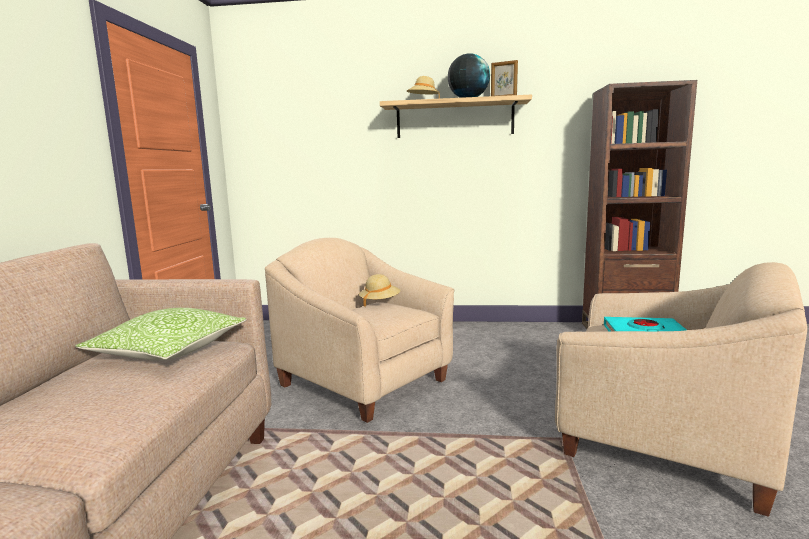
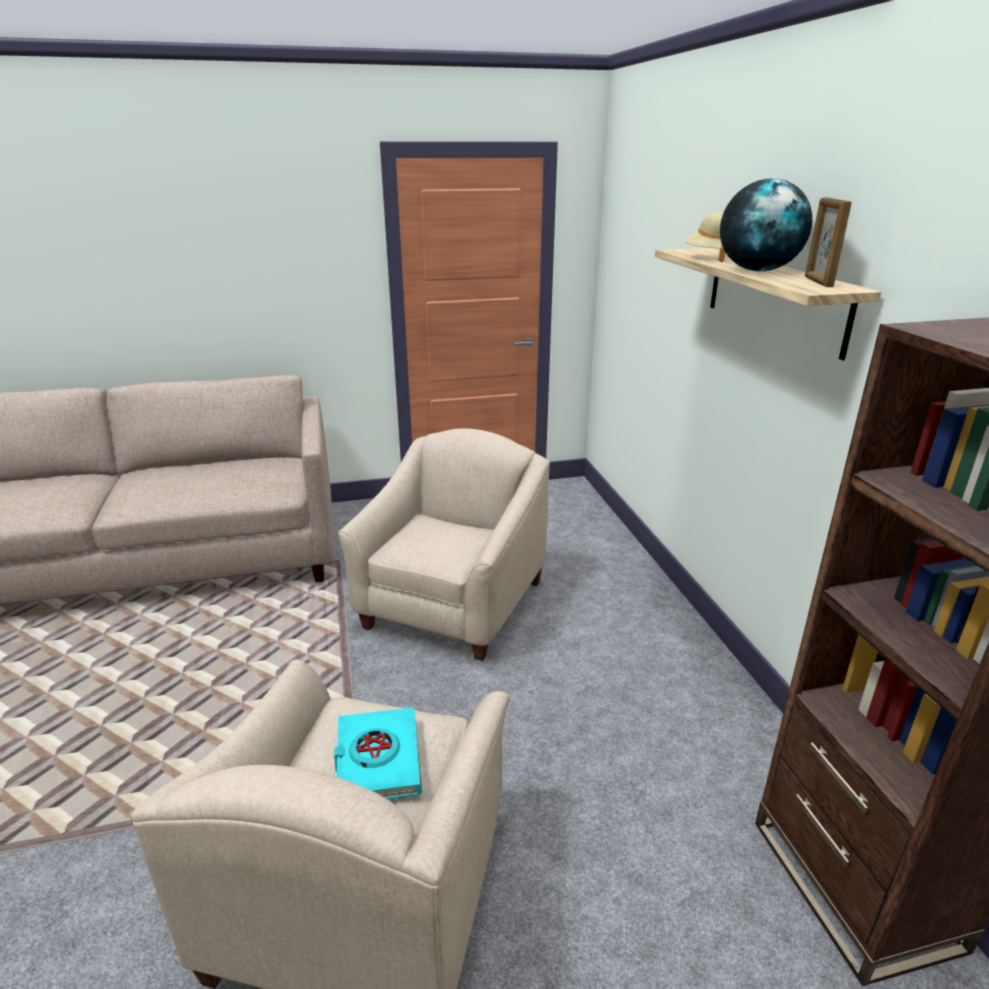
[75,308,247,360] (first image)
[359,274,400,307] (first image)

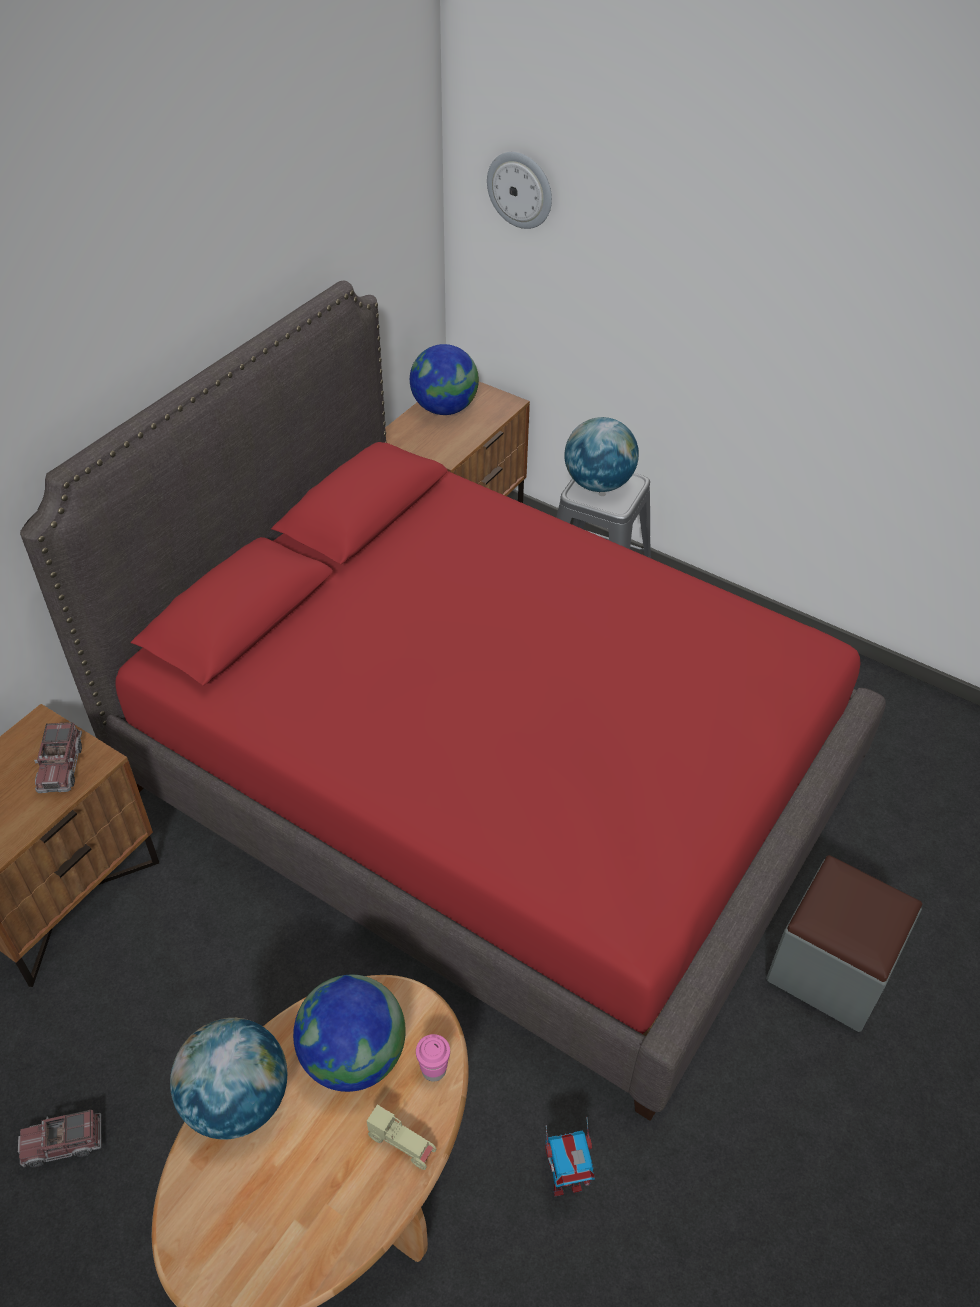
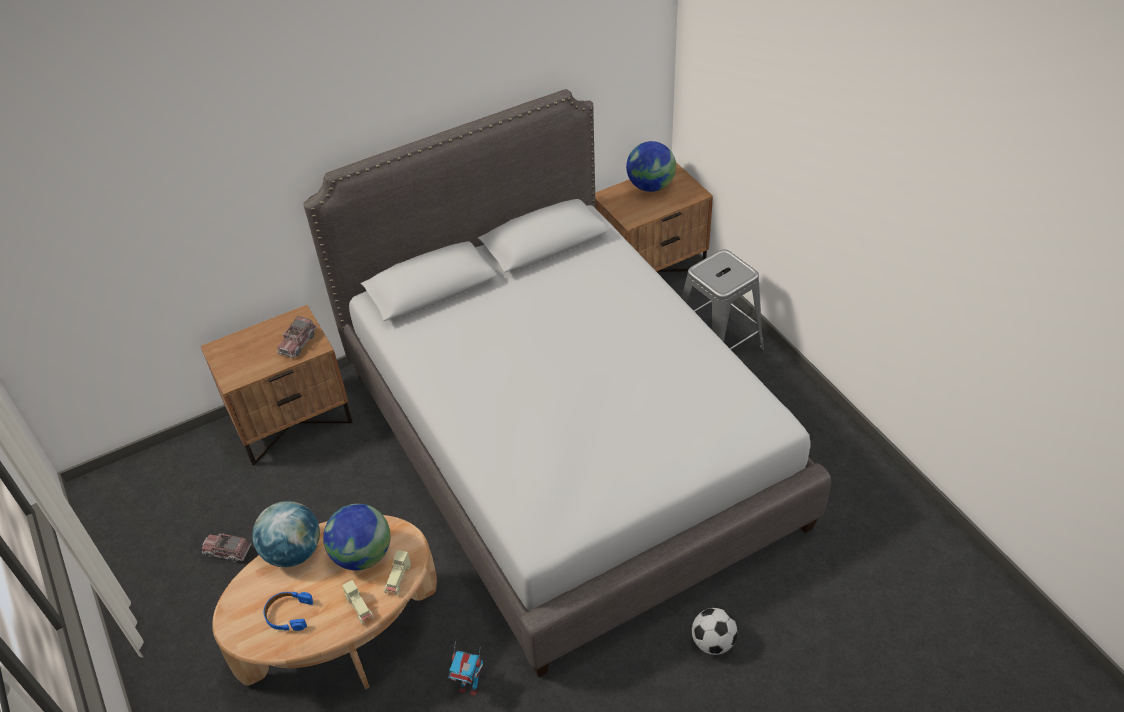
[264,592,313,631]
[303,89,831,677]
[384,550,411,595]
[692,608,737,655]
[487,152,552,229] (first image)
[564,417,639,492] (first image)

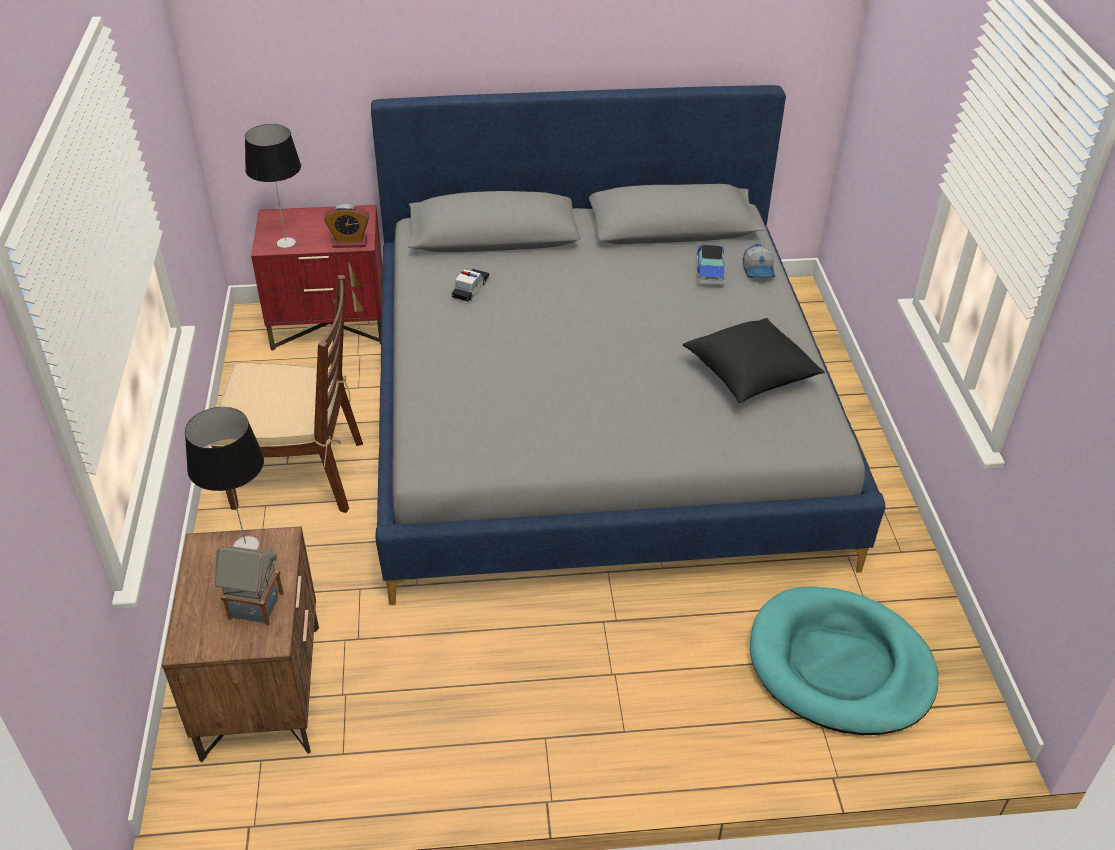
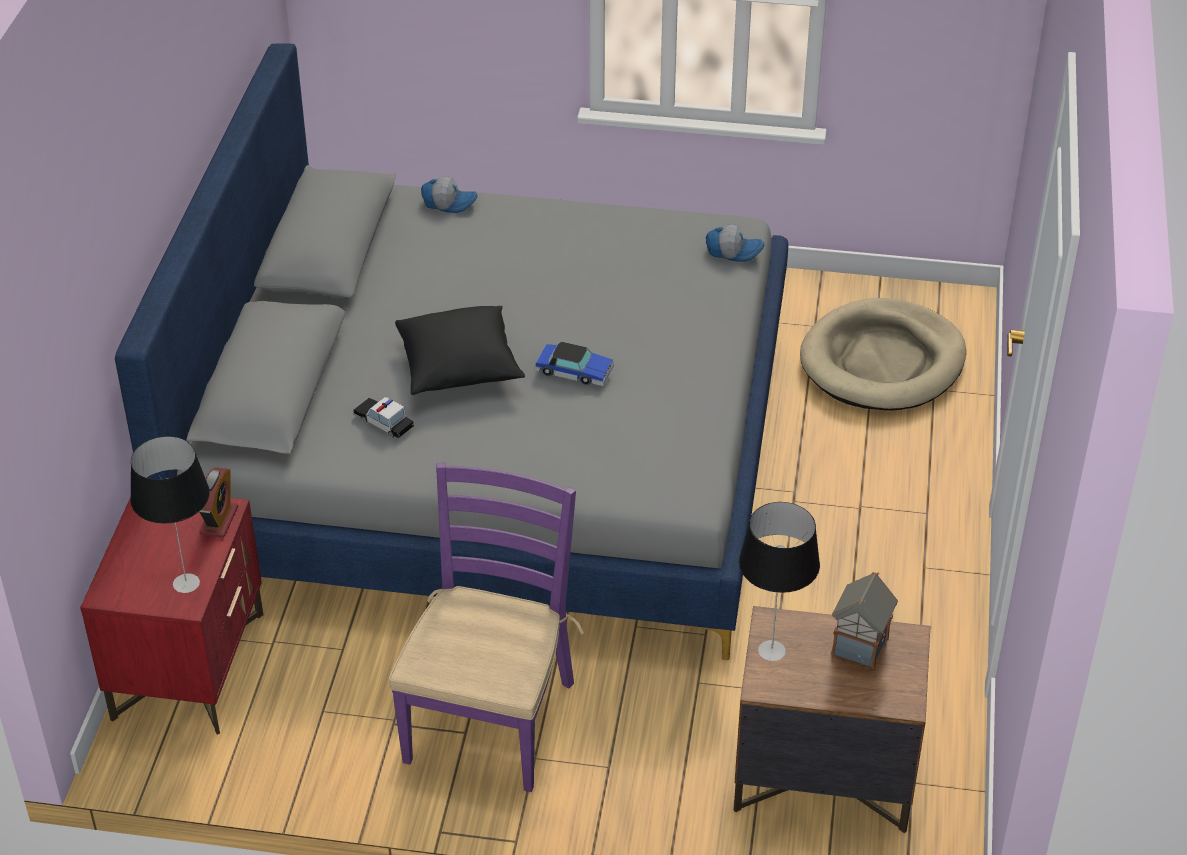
[389,463,584,792]
[395,306,525,395]
[535,342,614,386]
[706,224,764,262]
[800,298,966,411]

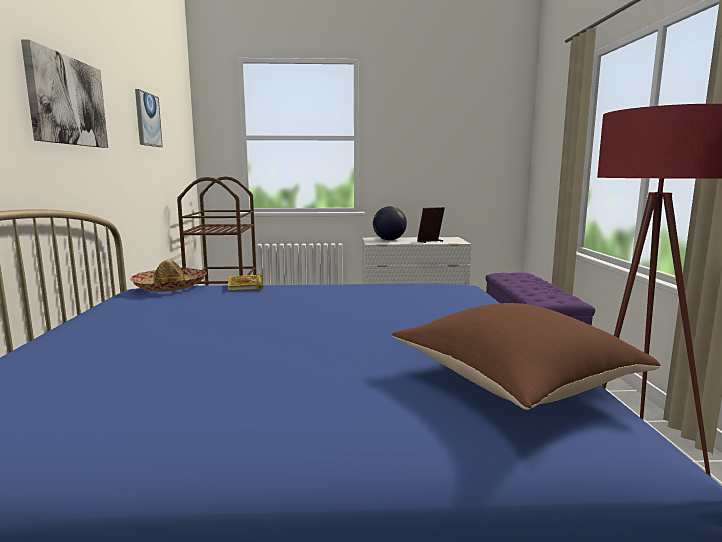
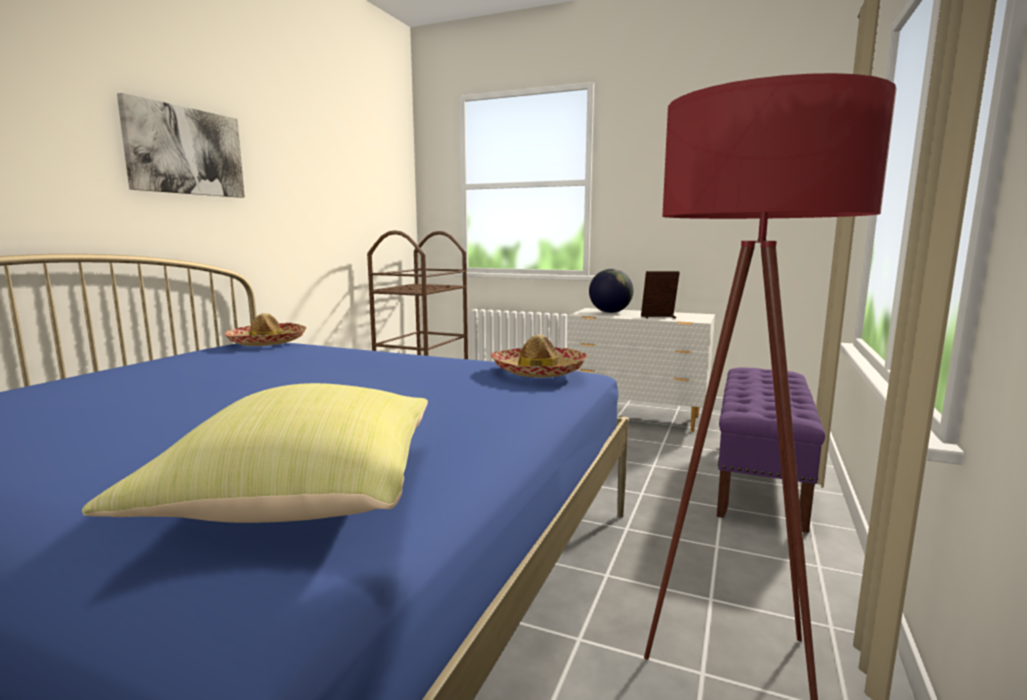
[82,383,428,523]
[490,334,588,378]
[135,89,163,147] (first image)
[228,274,264,290] (first image)

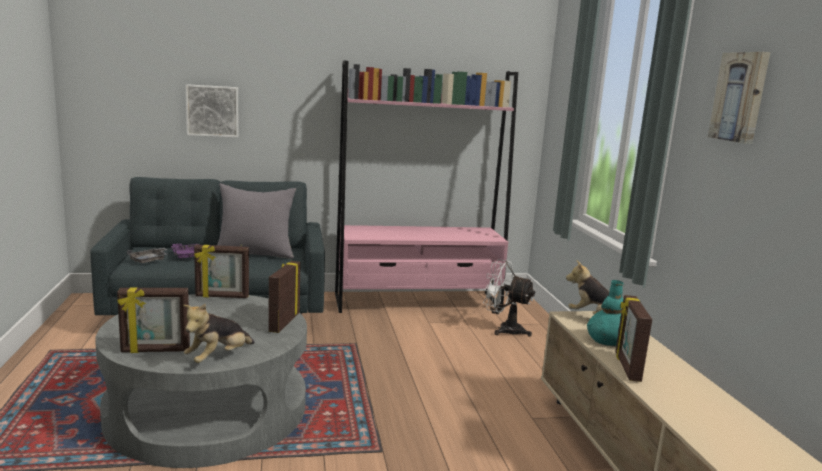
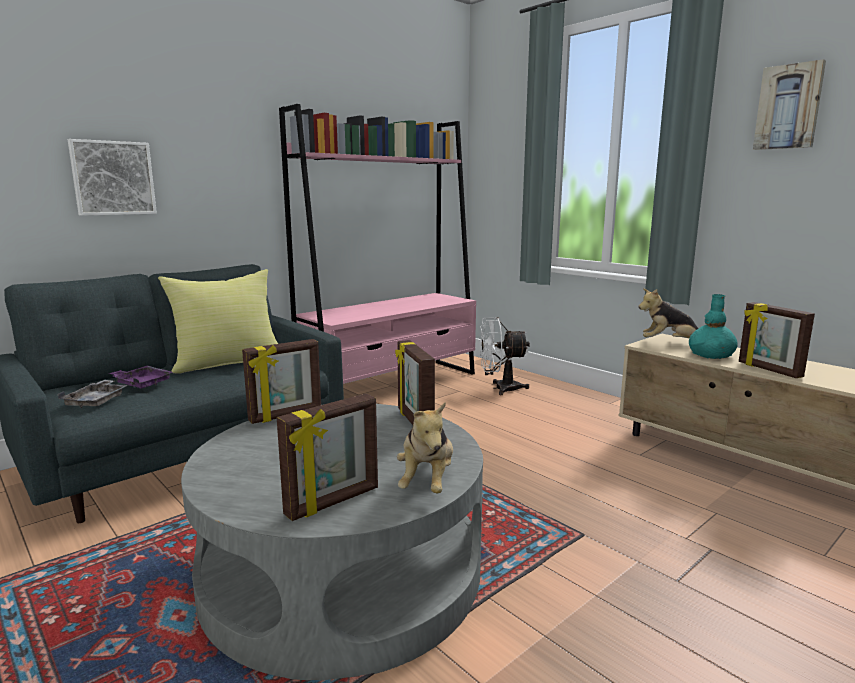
[158,269,278,373]

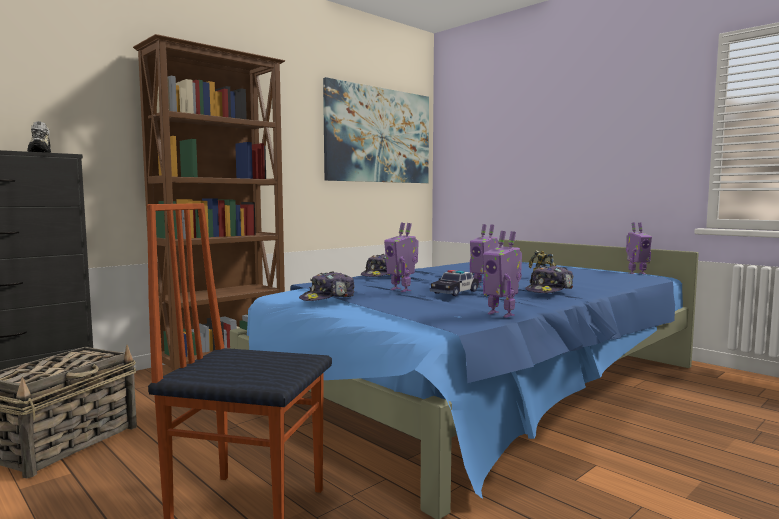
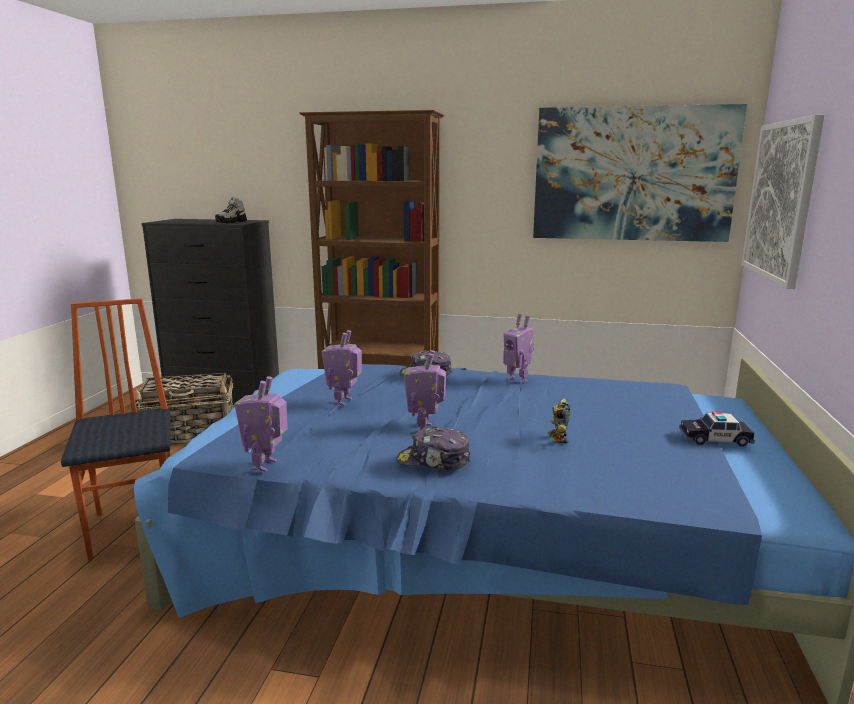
[503,314,535,383]
[679,411,755,447]
[741,115,825,289]
[299,272,355,301] (first image)

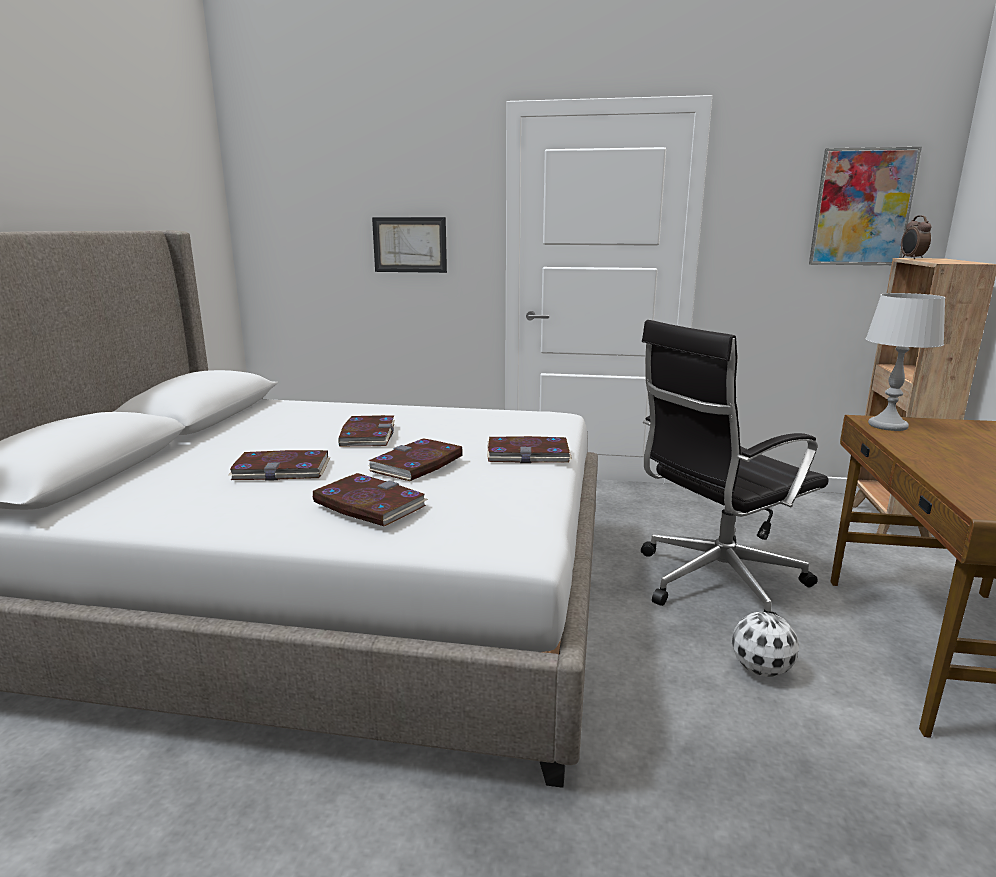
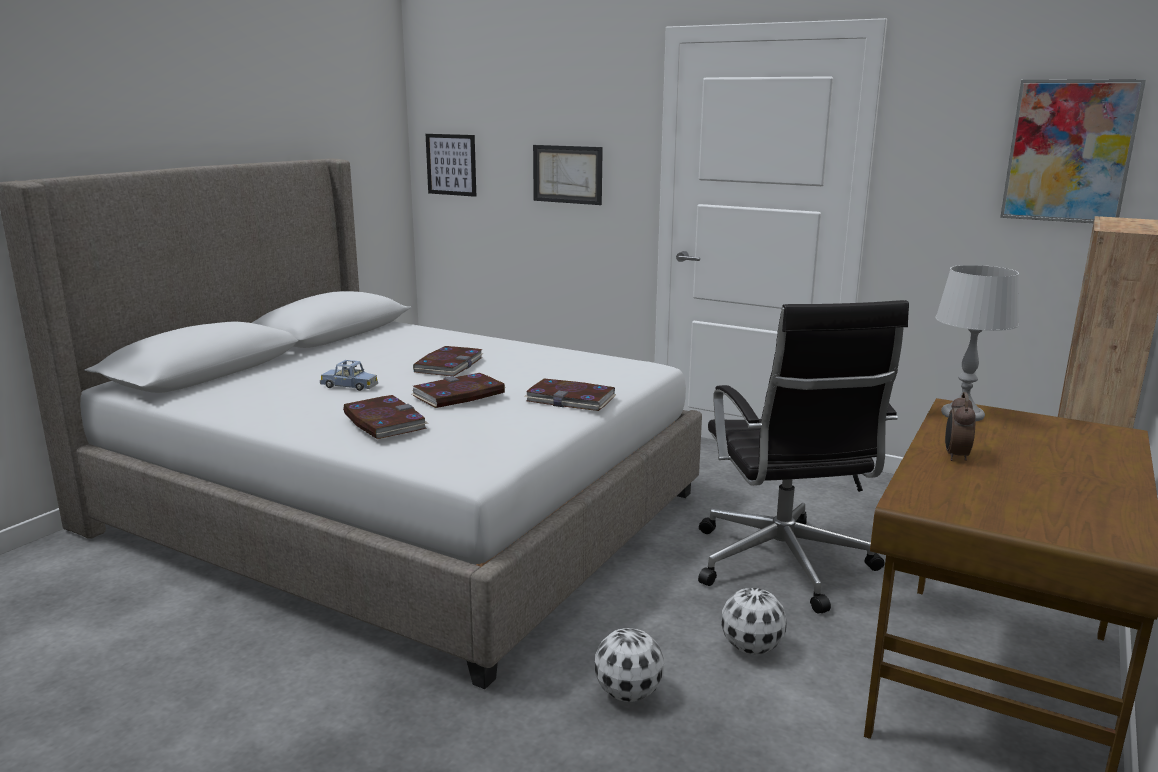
[320,360,378,391]
[426,134,476,197]
[595,628,664,702]
[698,300,909,614]
[945,392,975,461]

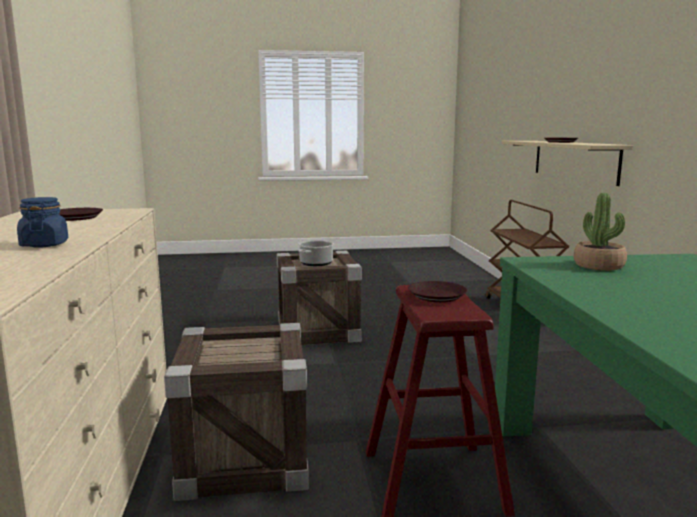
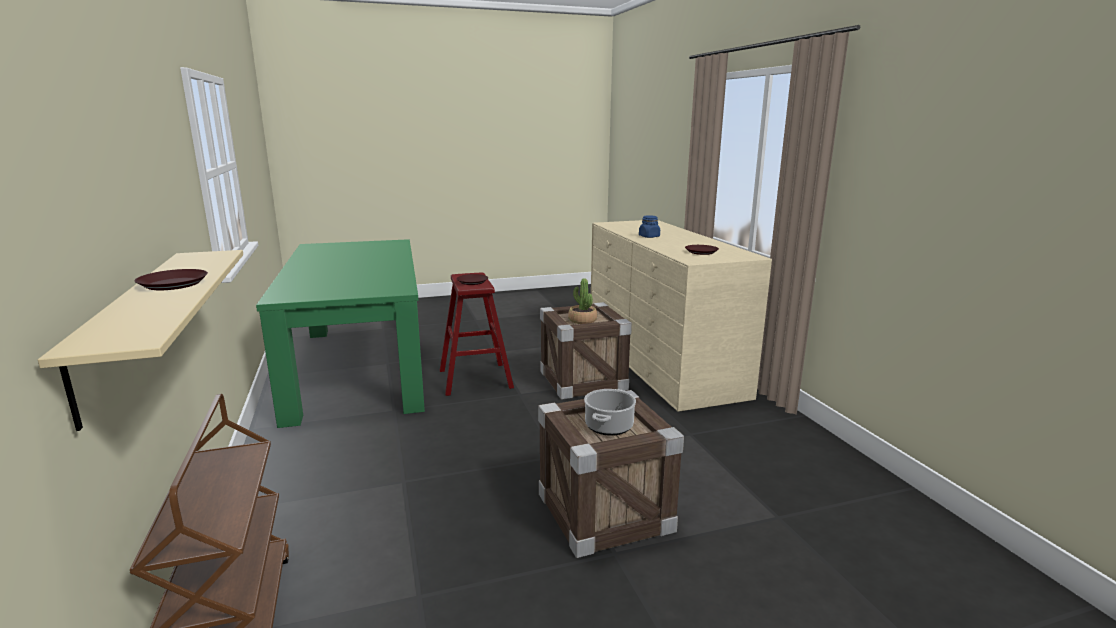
[568,278,597,324]

